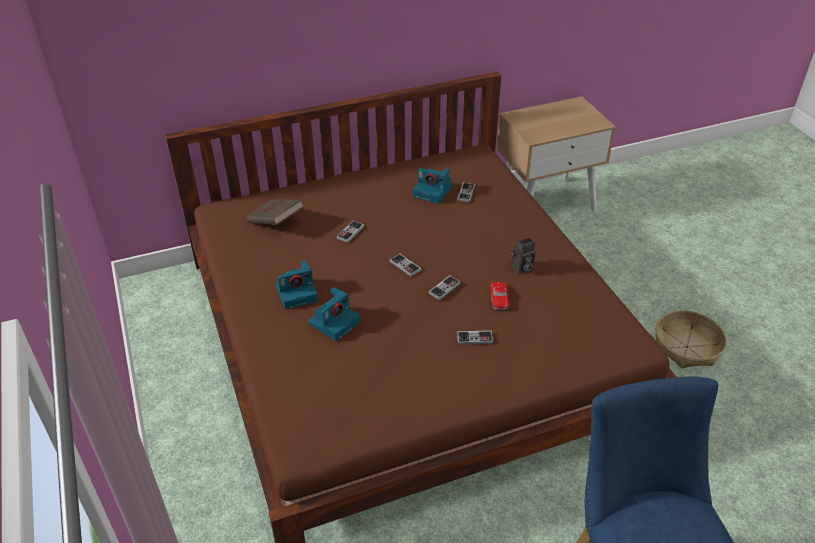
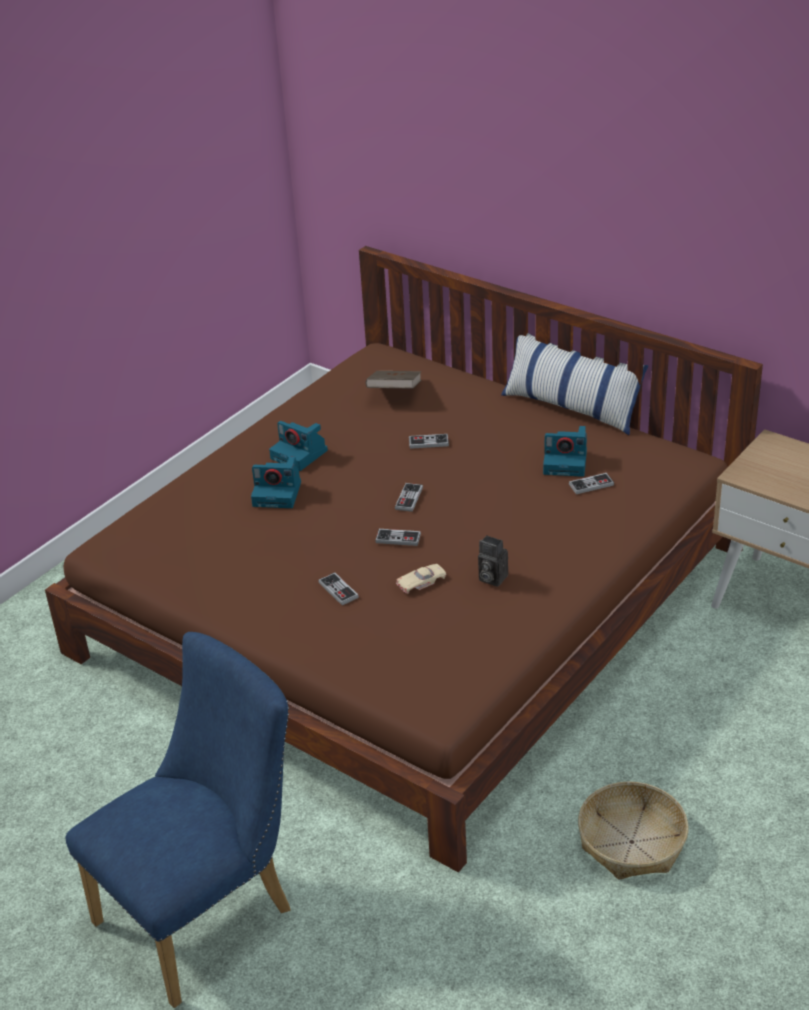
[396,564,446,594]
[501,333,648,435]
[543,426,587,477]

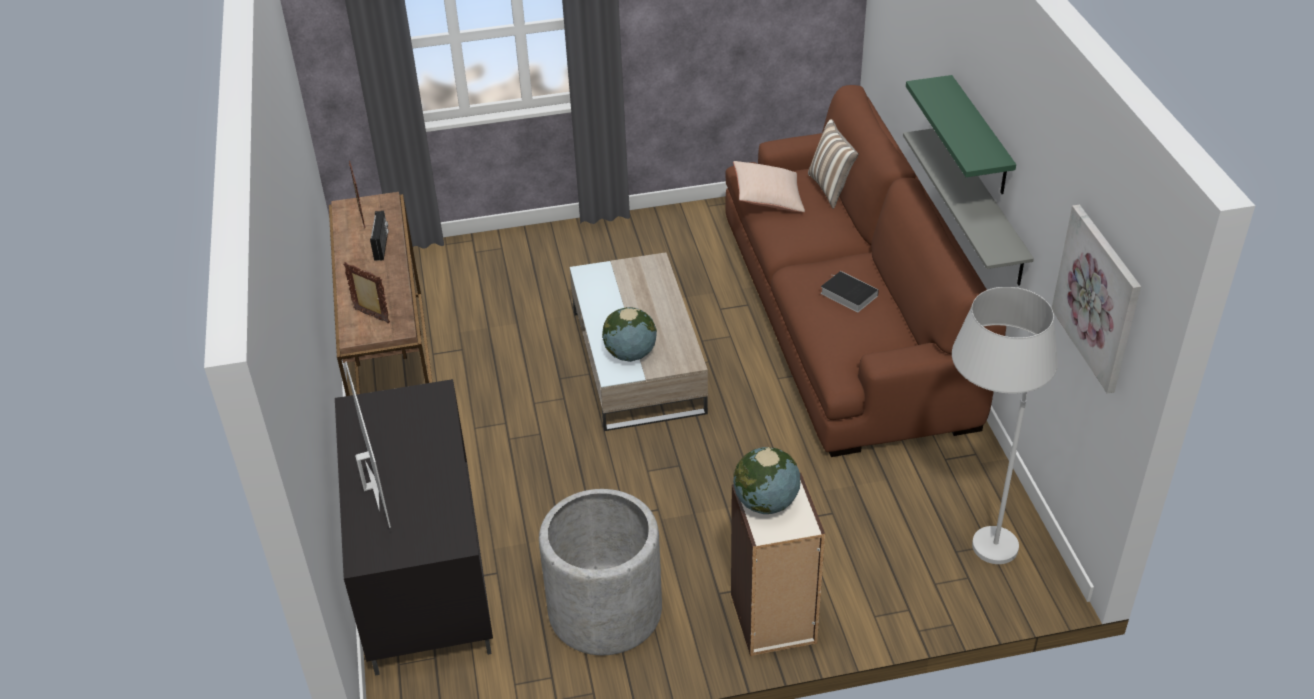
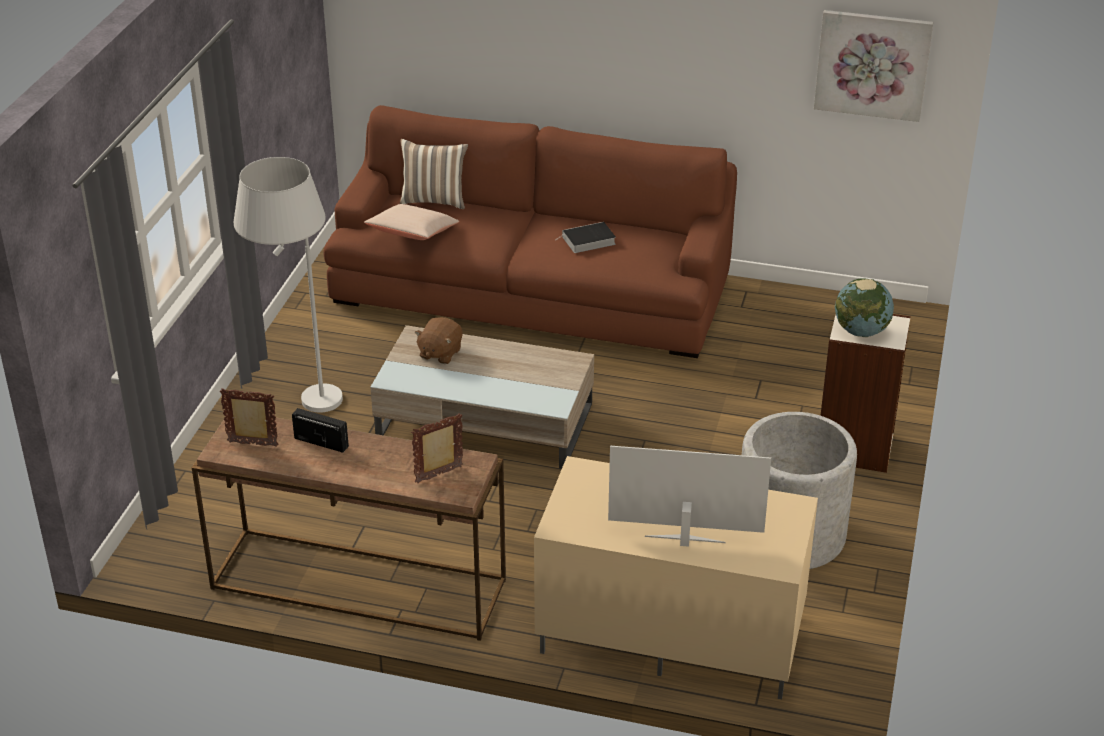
[234,157,343,413]
[415,317,463,364]
[534,456,818,699]
[602,307,657,362] (first image)
[903,128,1034,286] (first image)
[906,75,1016,194] (first image)

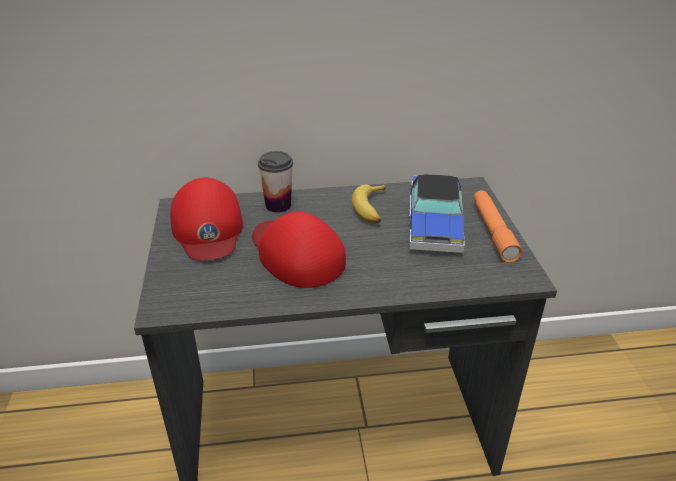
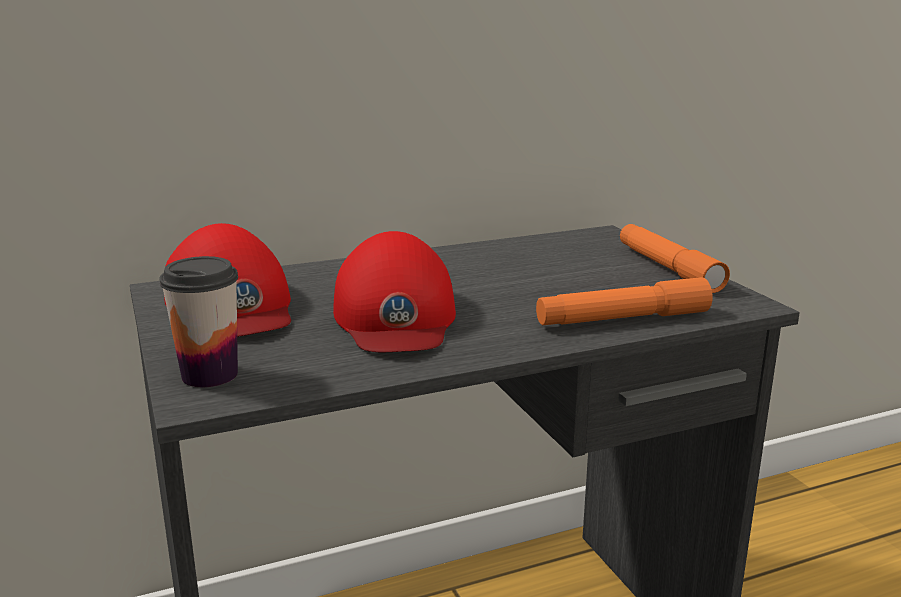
[159,256,238,387]
[333,231,456,352]
[536,277,713,325]
[352,185,385,223] (first image)
[409,174,465,253] (first image)

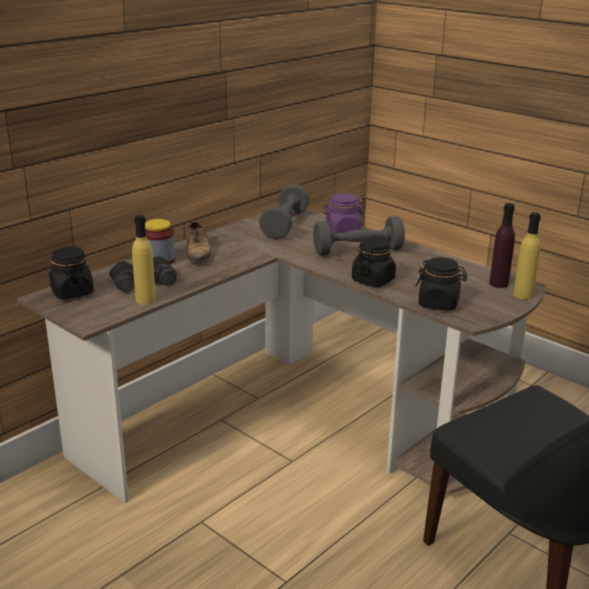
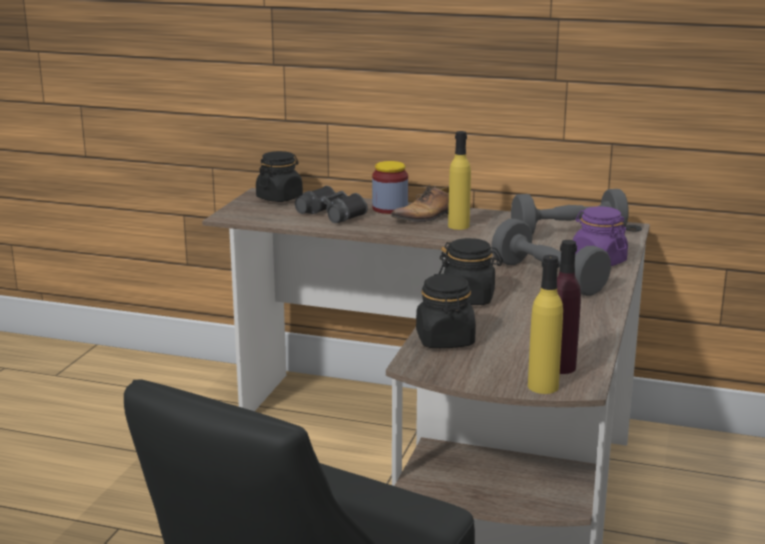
[448,131,471,230]

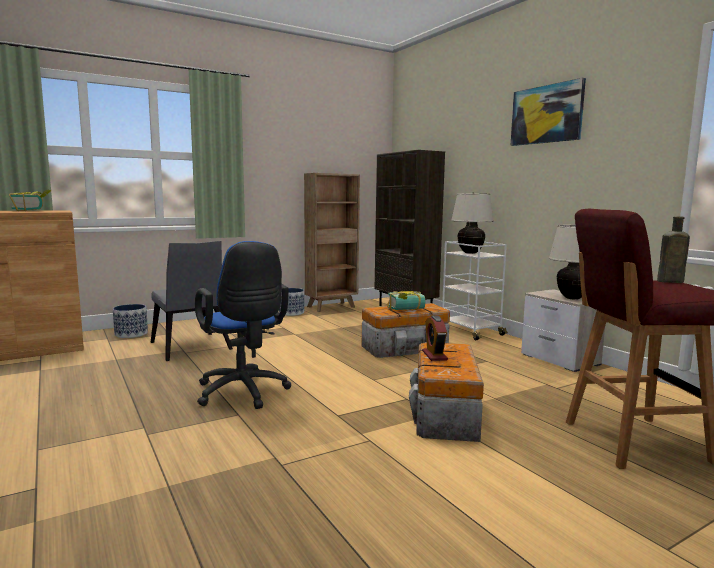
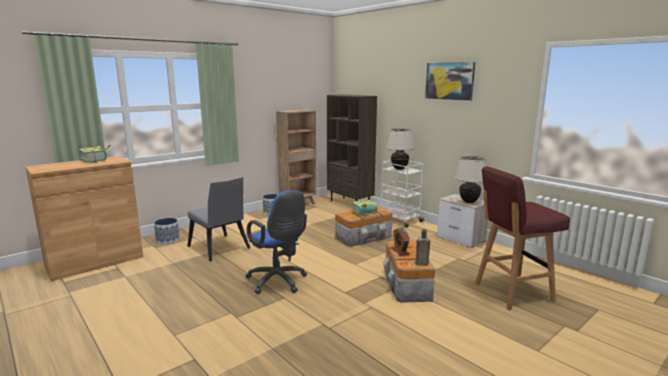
[415,229,430,266]

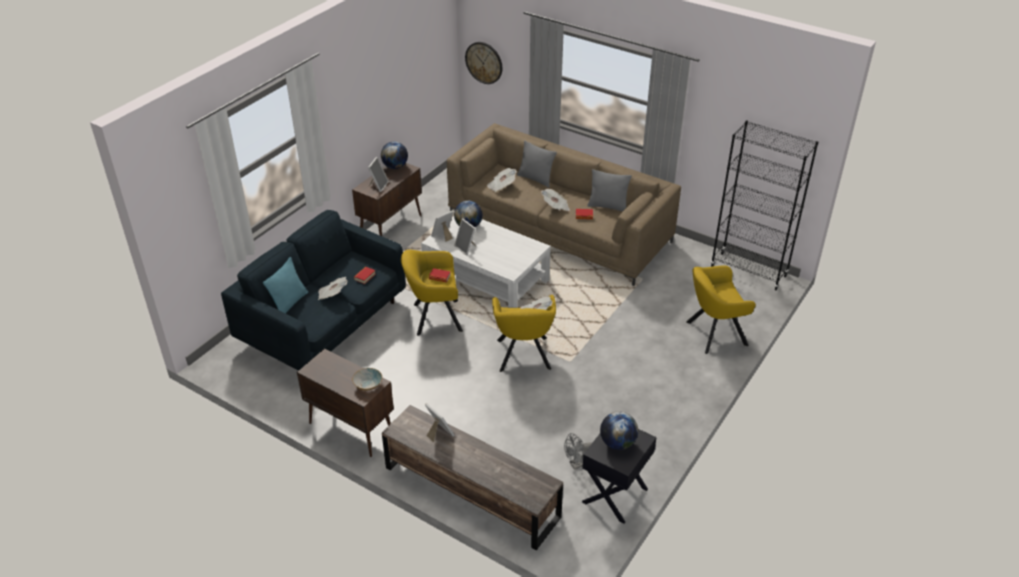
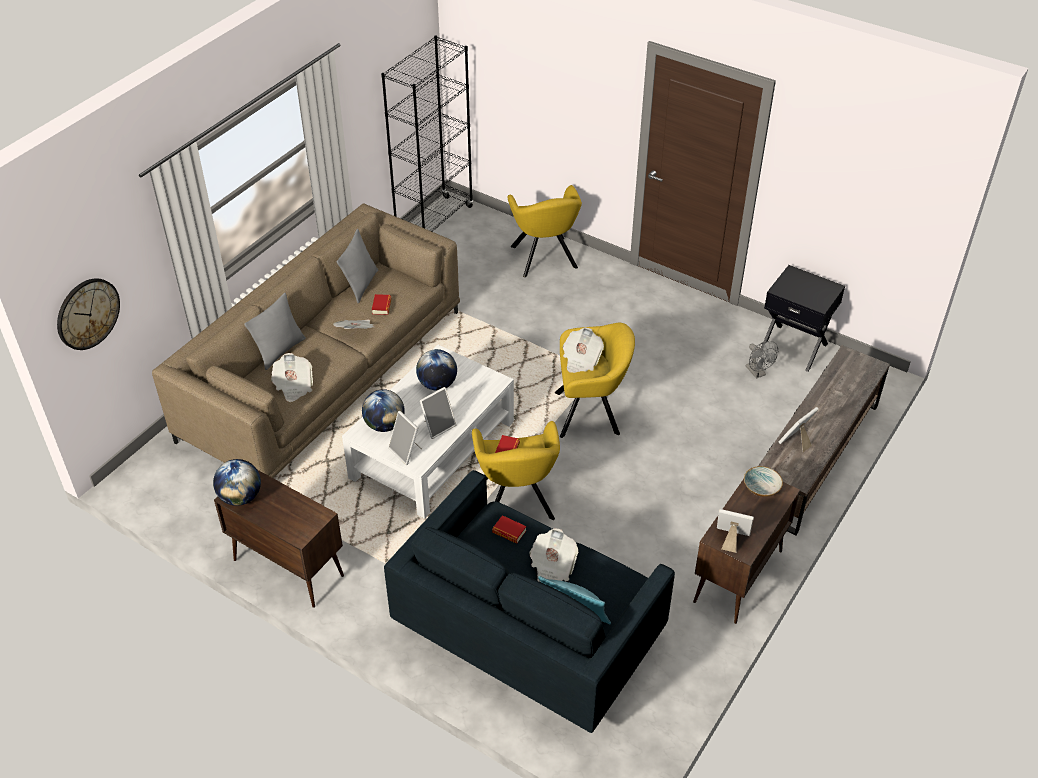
[416,349,457,390]
[717,509,754,553]

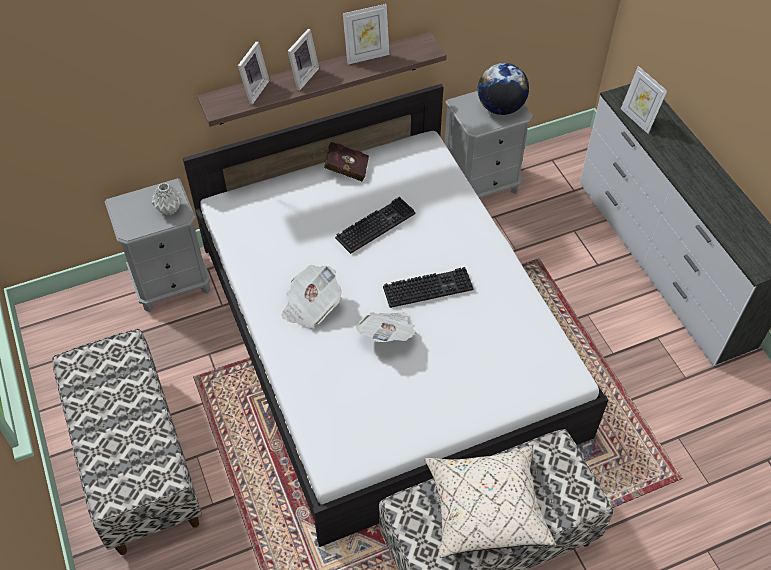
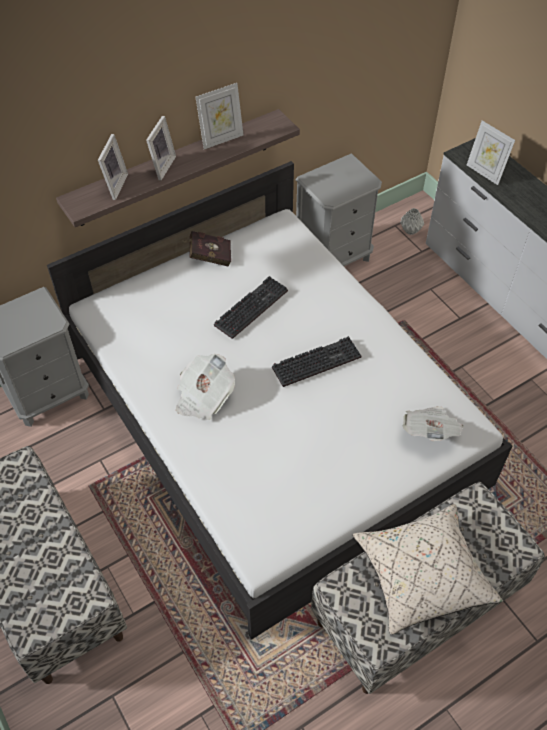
[400,208,424,235]
[402,406,464,441]
[478,63,529,115] (first image)

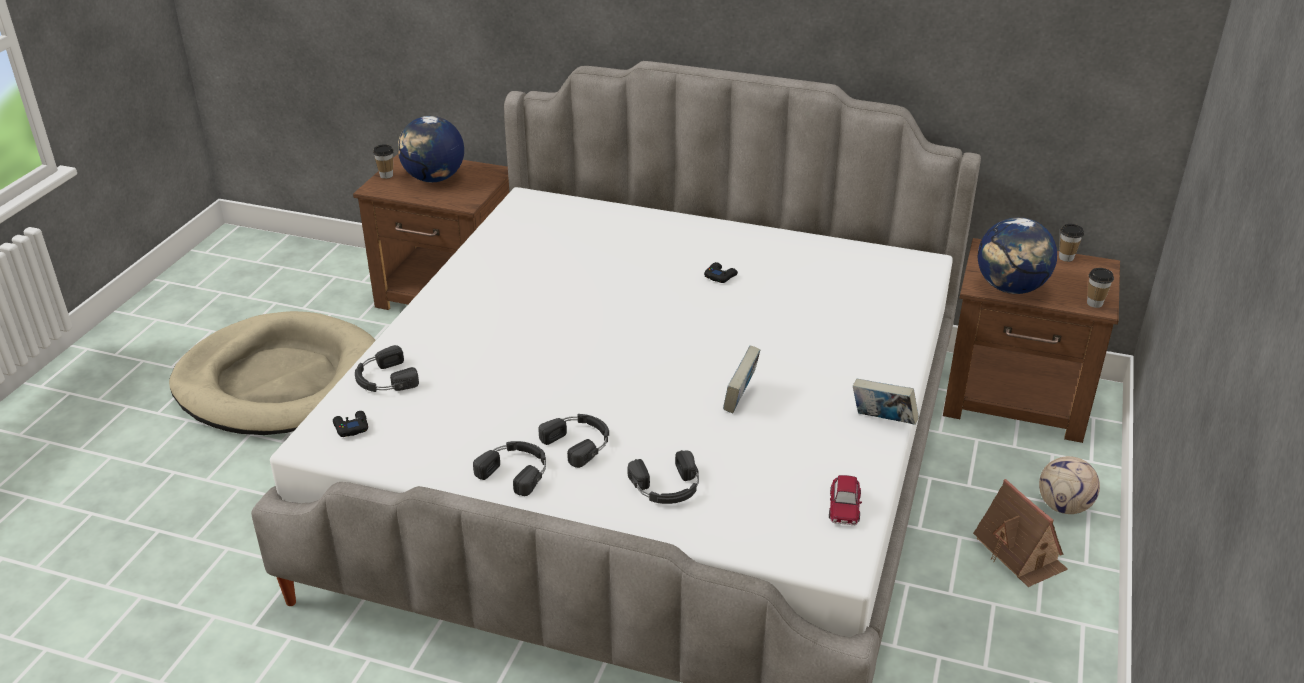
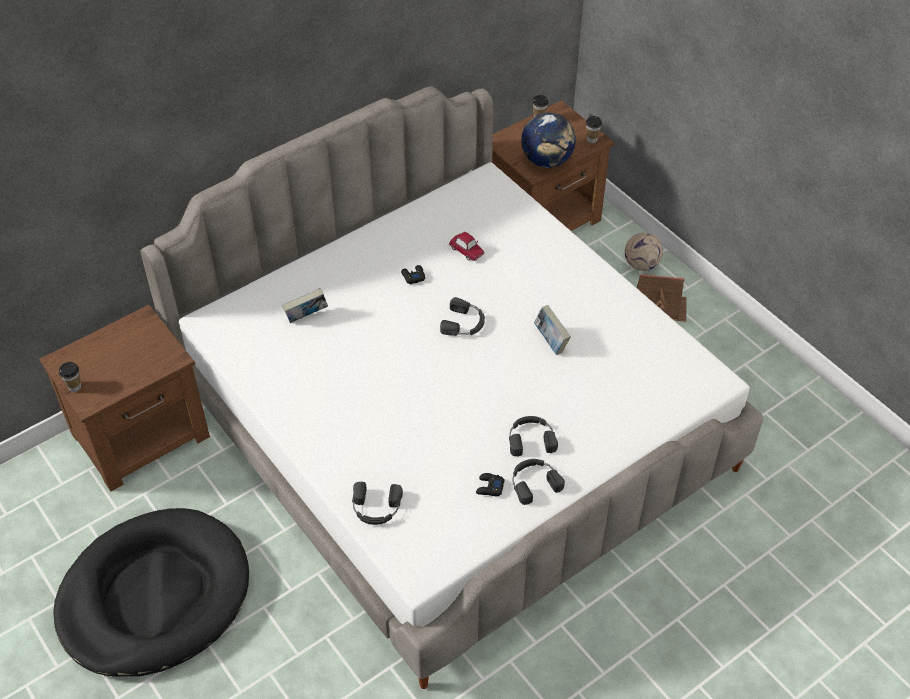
[53,508,249,677]
[282,288,328,323]
[440,297,485,336]
[449,232,484,261]
[476,473,505,496]
[398,116,464,182] (first image)

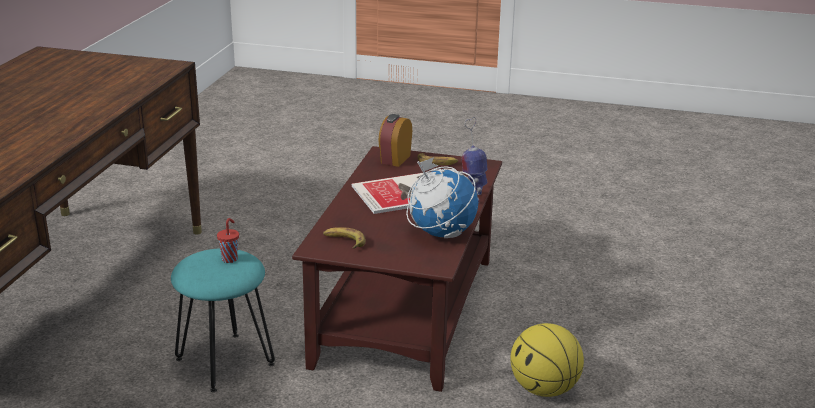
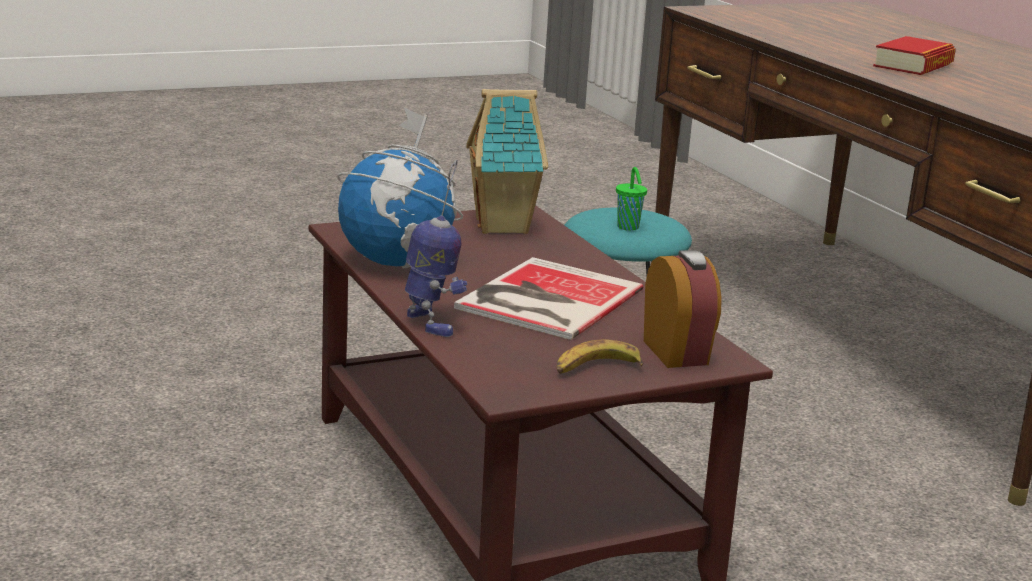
[466,89,548,234]
[616,167,647,231]
[873,36,956,75]
[510,323,584,397] (first image)

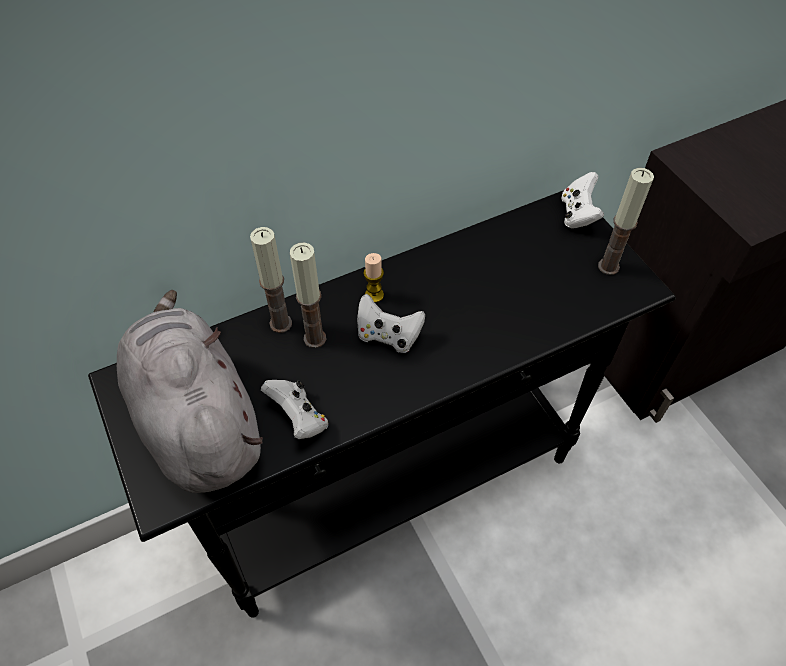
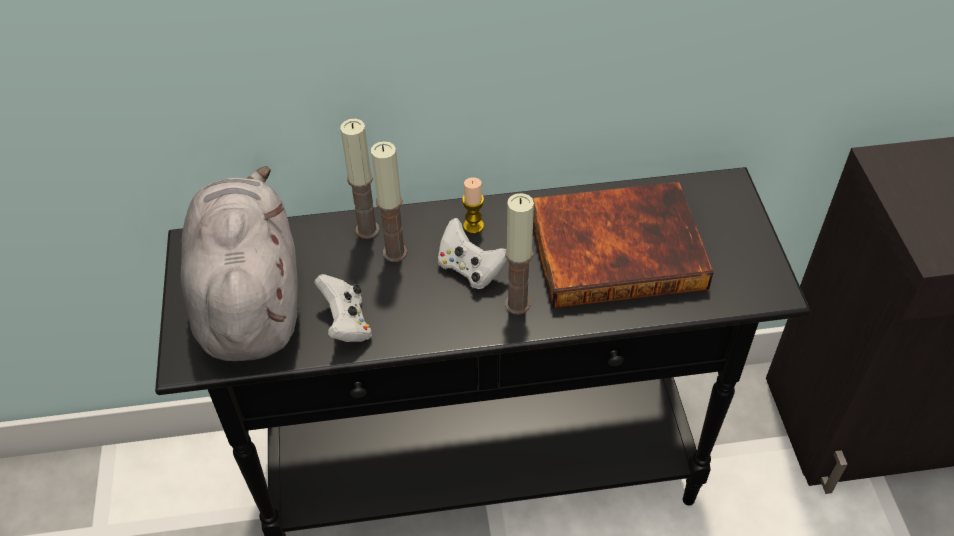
[505,193,534,315]
[532,182,714,308]
[562,172,604,229] (first image)

